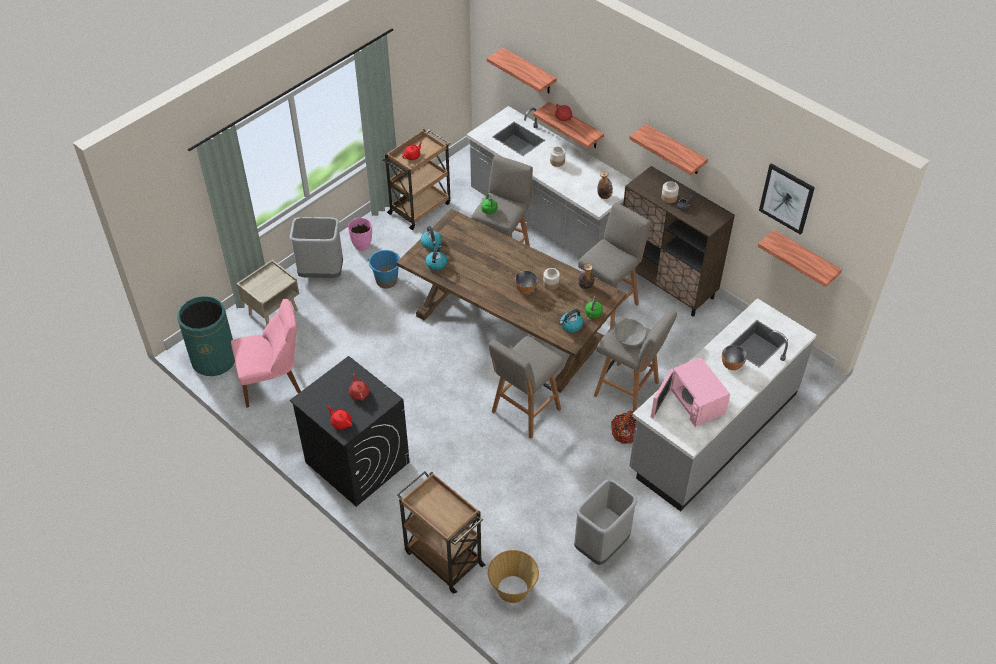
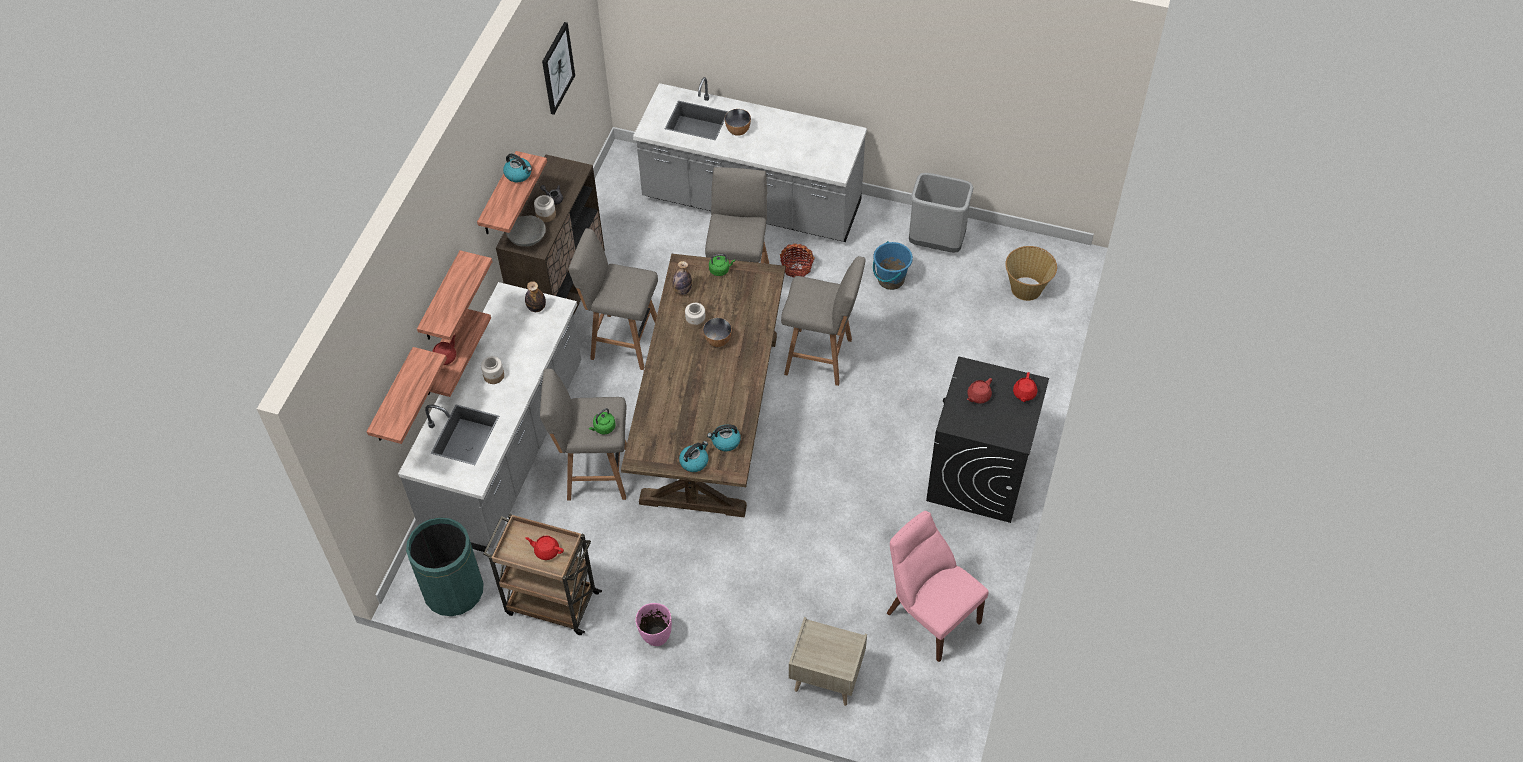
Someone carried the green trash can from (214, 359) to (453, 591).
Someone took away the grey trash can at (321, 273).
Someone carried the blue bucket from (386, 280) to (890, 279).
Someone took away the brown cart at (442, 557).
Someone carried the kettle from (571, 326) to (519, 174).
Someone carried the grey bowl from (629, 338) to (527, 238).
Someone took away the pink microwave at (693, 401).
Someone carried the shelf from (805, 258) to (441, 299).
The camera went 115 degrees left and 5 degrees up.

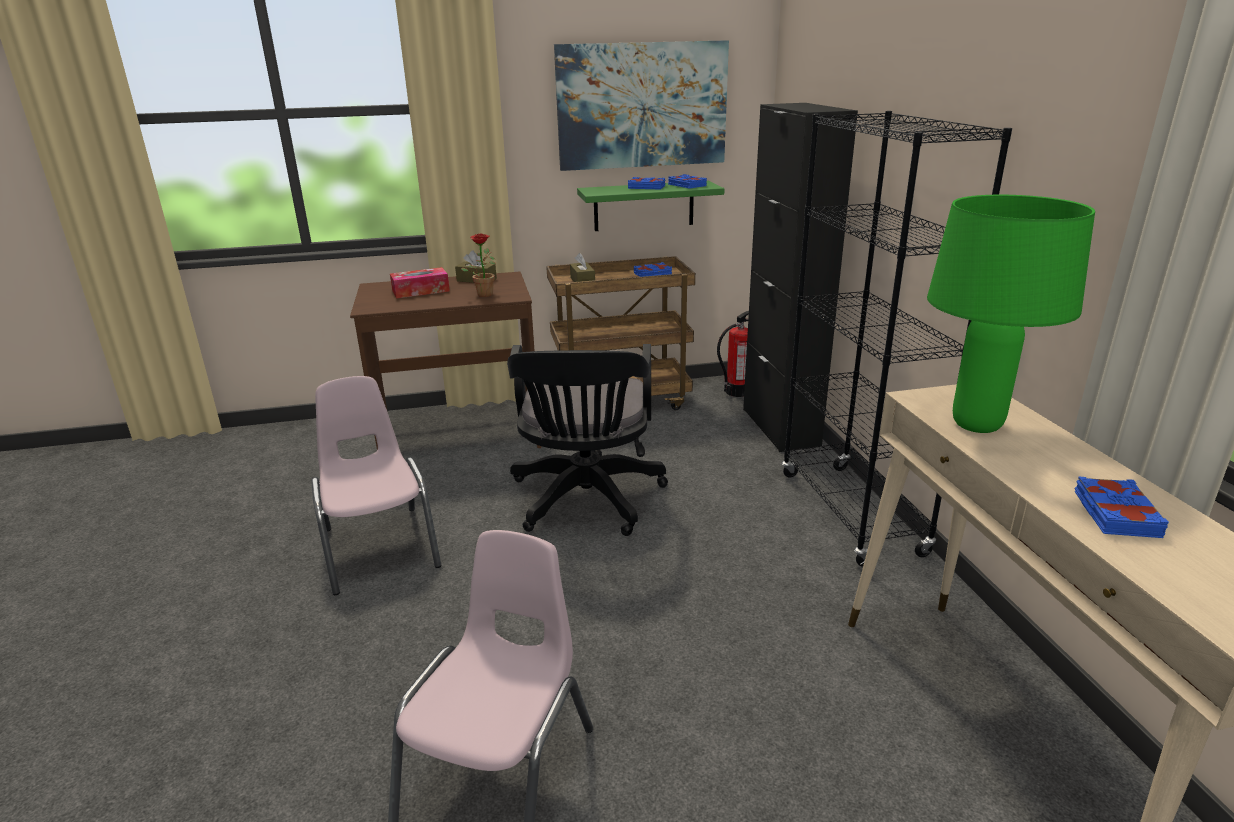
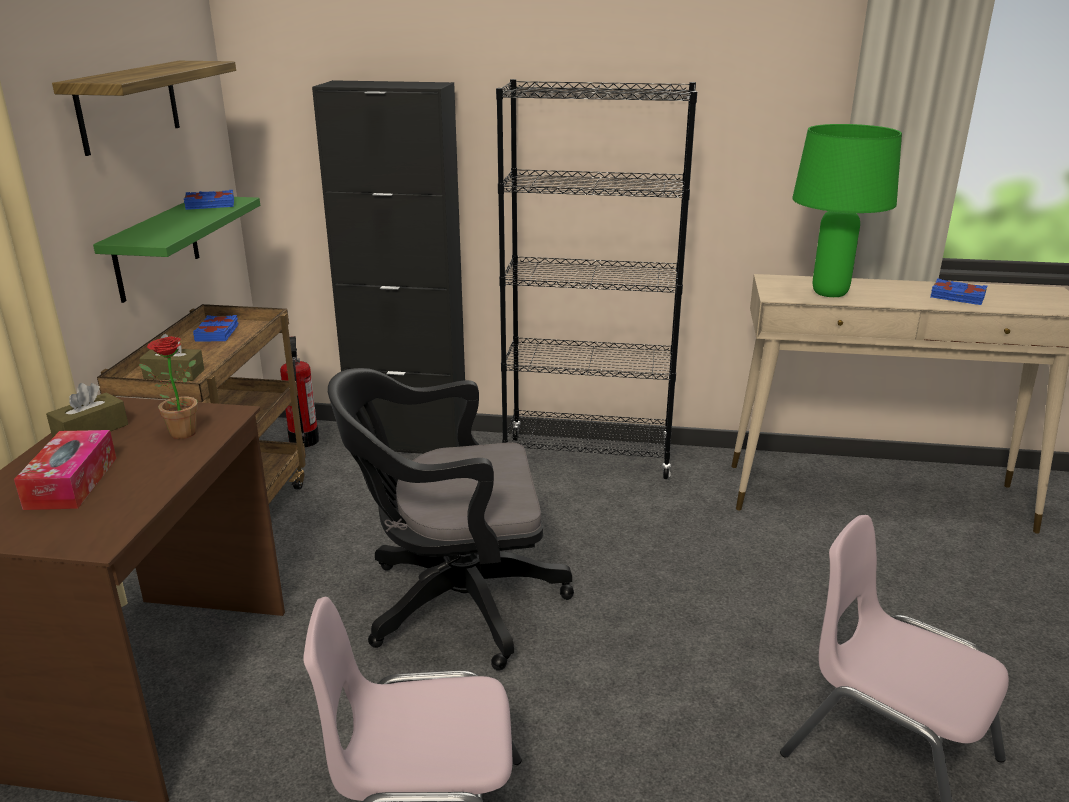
Someone rotated the black office chair at (586, 501) by 150 degrees clockwise.
Someone swapped the picture at (642, 105) for the shelf at (129, 105).
Someone took away the blue book at (646, 187).
The camera went 70 degrees left and 0 degrees up.

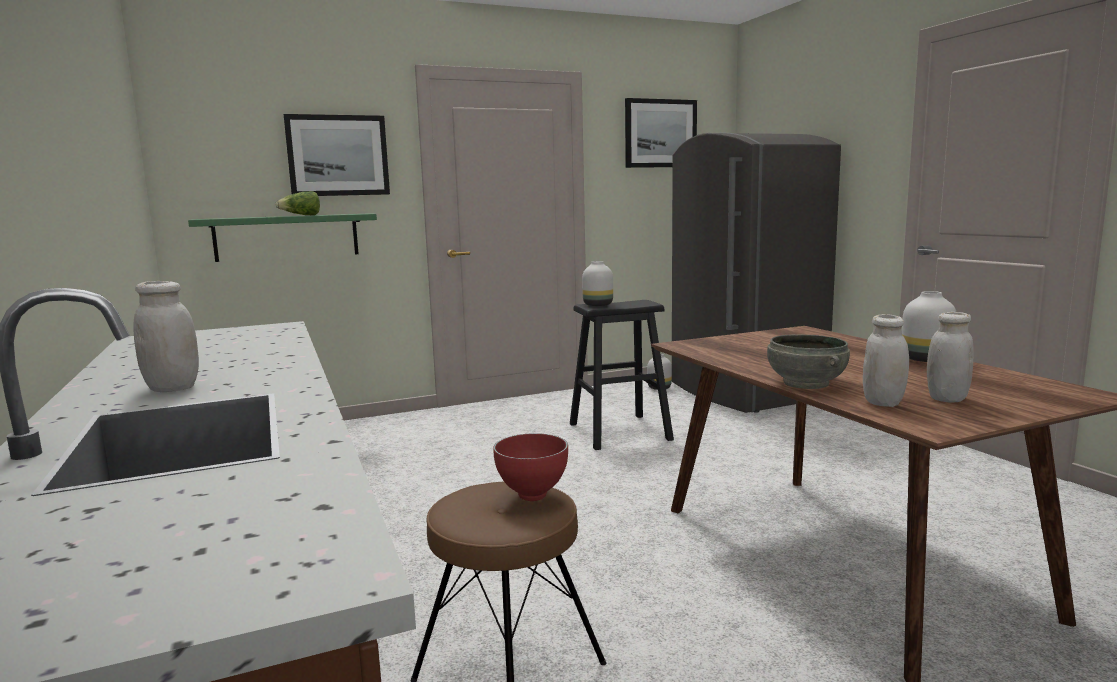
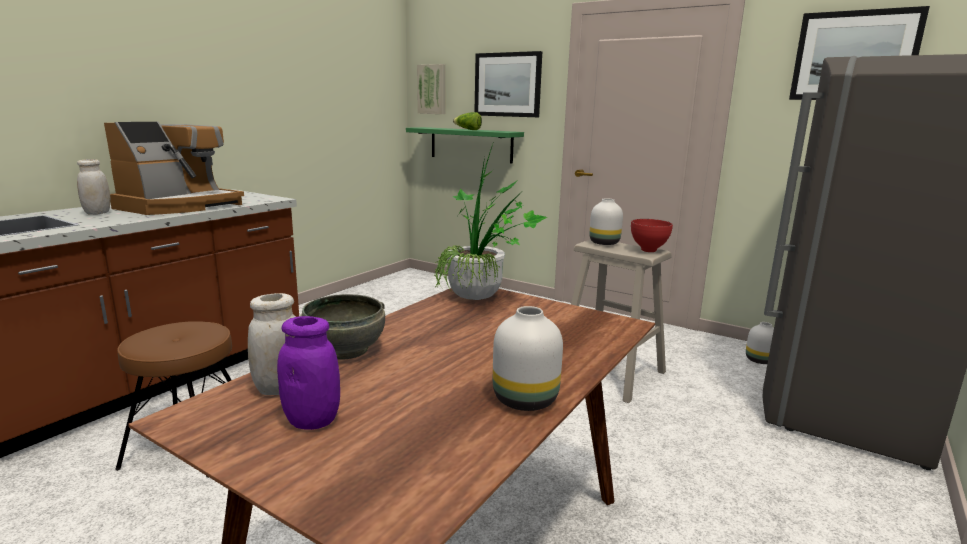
Someone carried the red bowl from (534, 496) to (649, 251).
Someone repainted the black stool at (619, 431), which became the beige stool at (610, 374).
Someone repainted the white jar at (946, 398), which became the purple jar at (312, 421).
Someone put down the coffee machine at (180, 206).
Someone put up the picture at (432, 89).
Someone put down the potted plant at (481, 300).
The camera went 55 degrees right and 5 degrees up.

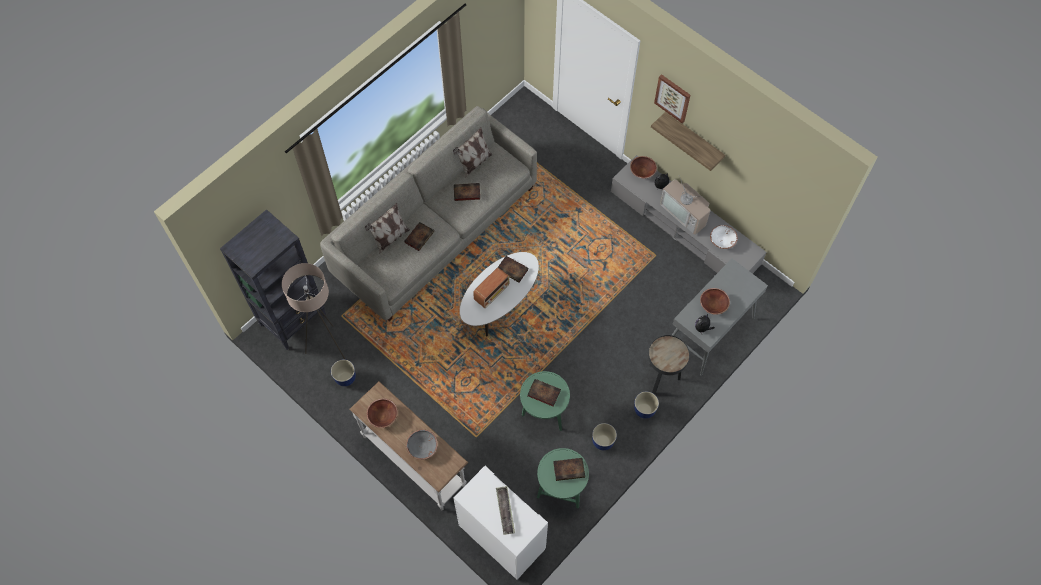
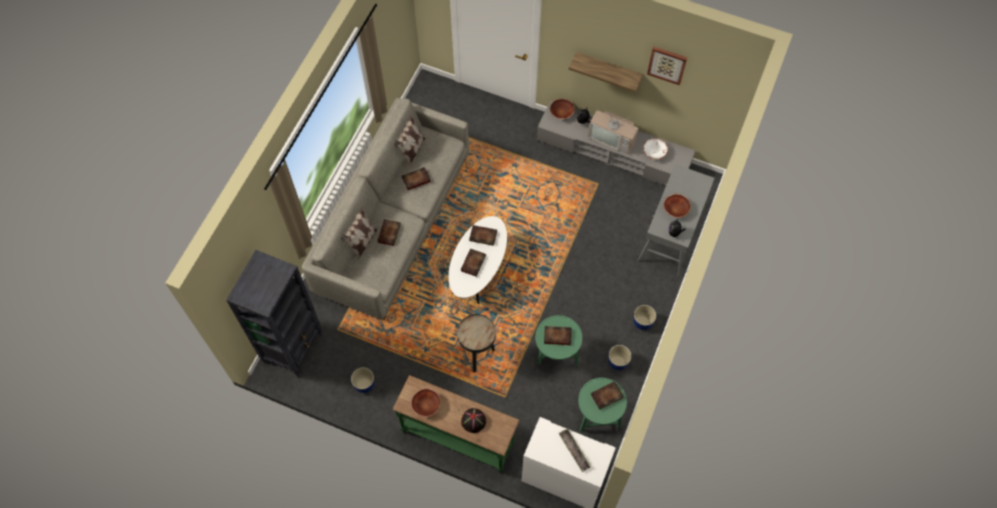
Someone took away the beige floor lamp at (328, 346).
Someone repainted the white console table at (415, 460), which became the green console table at (458, 437).
Someone swapped the grey bowl at (422, 447) for the black hat at (473, 421).
Someone swapped the radio at (492, 293) for the book at (473, 262).
Someone carried the black side table from (661, 379) to (477, 355).
Someone carried the picture from (673, 98) to (667, 64).
The camera went 20 degrees left and 0 degrees up.

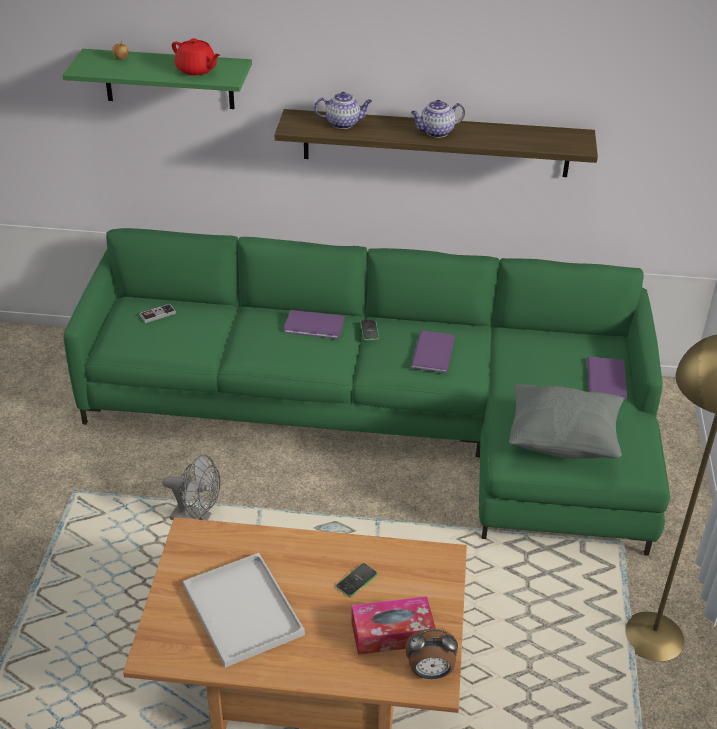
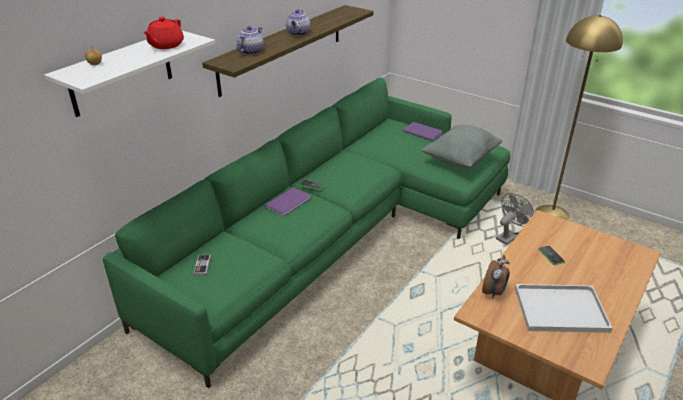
Someone repainted the green shelf at (169, 79), which became the white shelf at (121, 73).
Someone carried the grey fan from (197, 519) to (509, 236).
Someone rotated the red teapot at (196, 70) by 135 degrees clockwise.
Someone took away the tissue box at (392, 633).
Someone carried the alarm clock from (430, 672) to (494, 292).
Someone took away the purple book at (435, 352).
The camera went 60 degrees left and 5 degrees down.

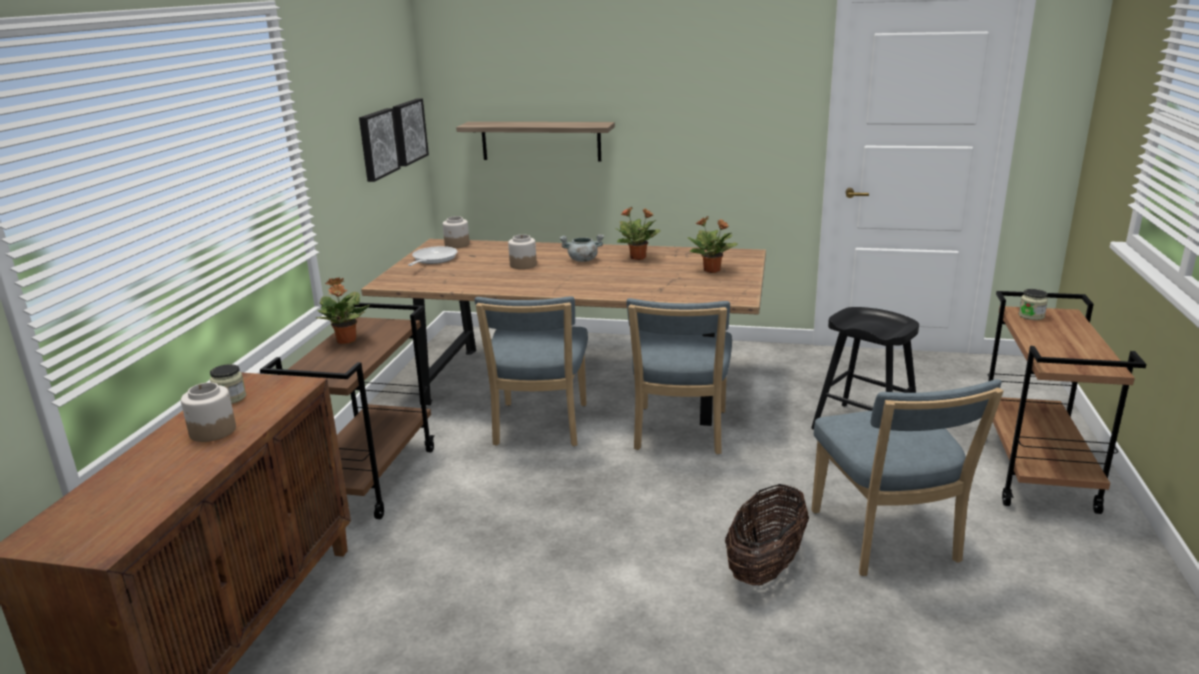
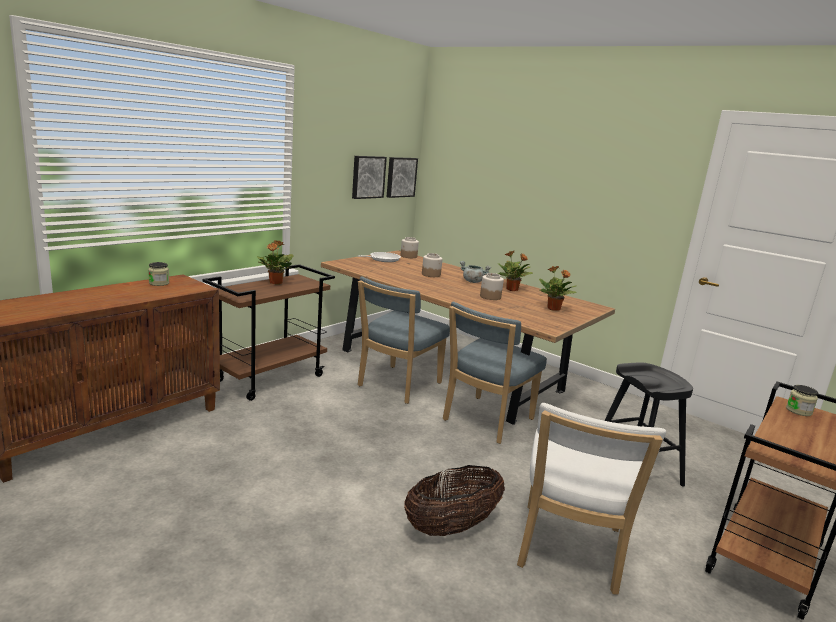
Someone carried the jar from (212, 431) to (490, 297).
Someone took away the shelf at (541, 141).
Someone repainted the blue chair at (887, 540), which became the white chair at (568, 551).
The camera went 25 degrees right and 5 degrees down.

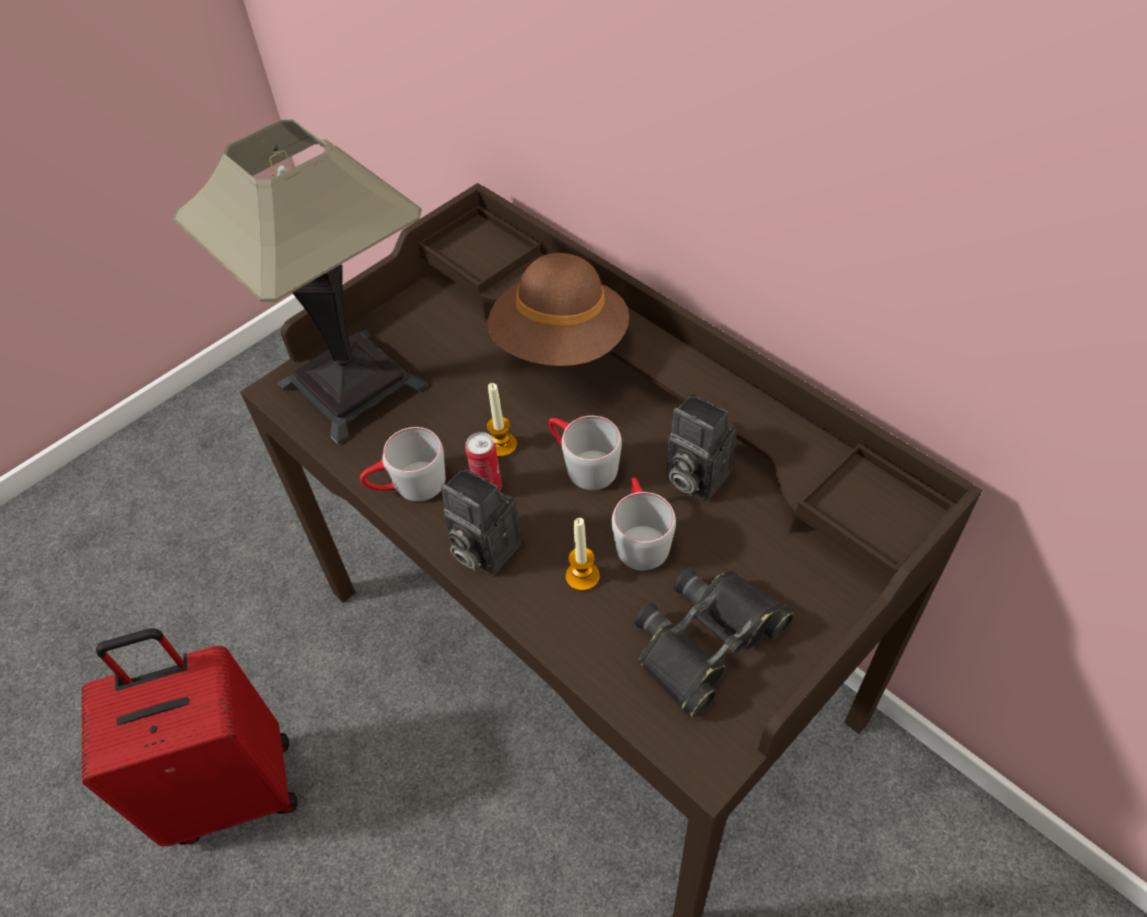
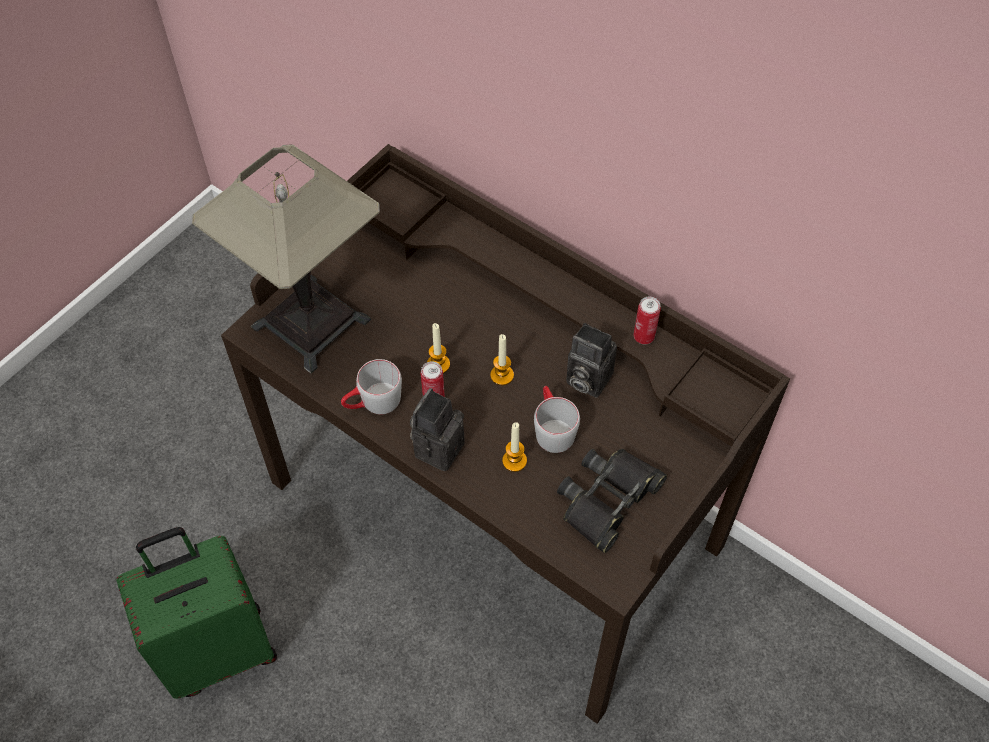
Someone repainted the red suitcase at (232, 788), which became the green suitcase at (219, 649).
Someone rotated the photo camera at (482, 549) by 90 degrees clockwise.
Someone took away the brown hat at (560, 344).
Someone swapped the grey mug at (582, 464) for the candle at (502, 375).
Someone put down the can at (643, 337).
The camera went 10 degrees left and 5 degrees up.

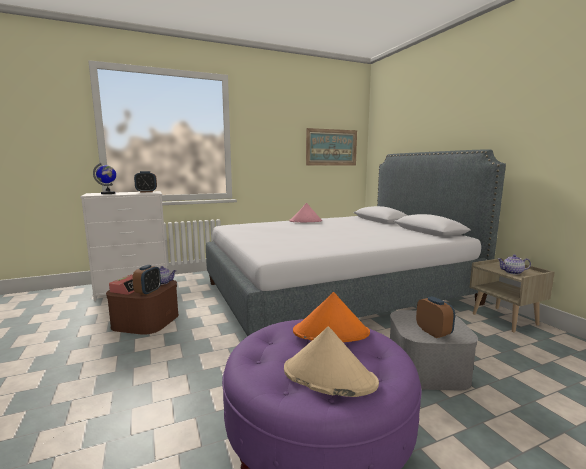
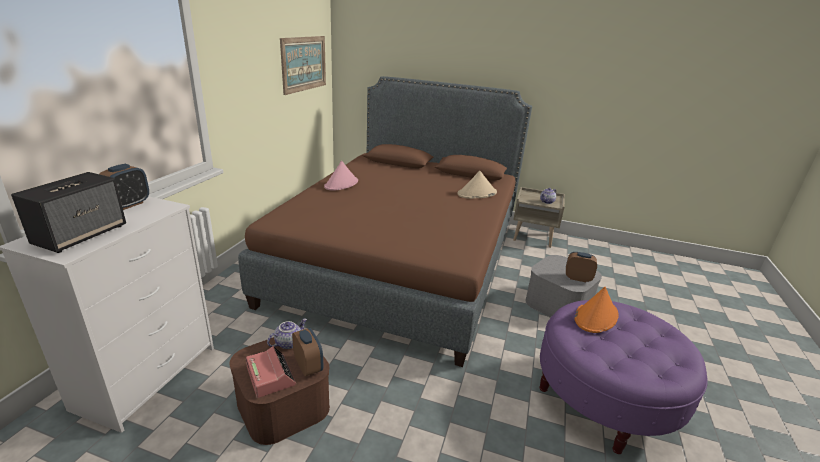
Someone swapped the globe at (108, 193) for the speaker at (81, 235).
Someone repainted the grey bed at (337, 293), which became the brown bed at (402, 259).
Someone carried the beige hat from (328, 376) to (477, 193).
The camera went 50 degrees left and 15 degrees up.

